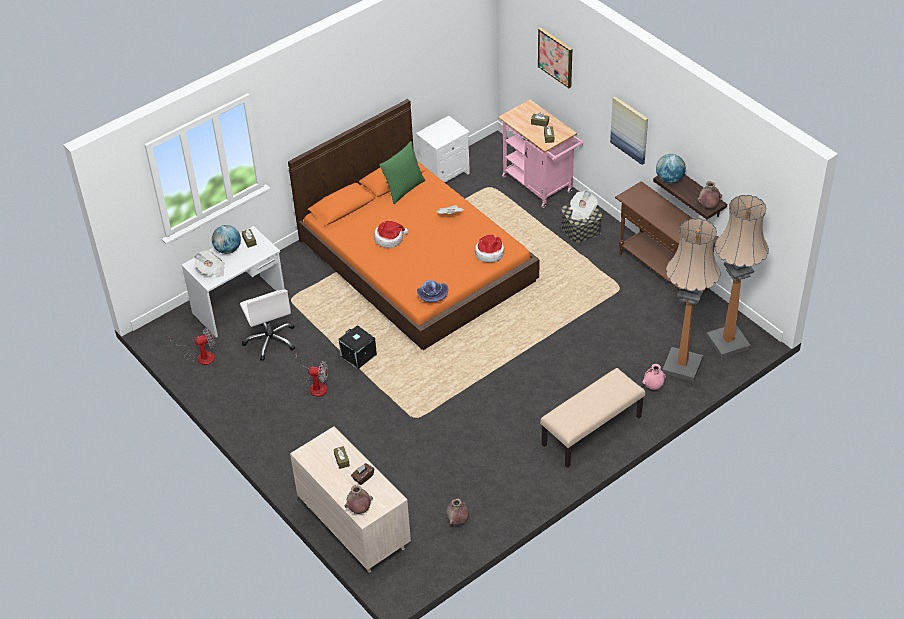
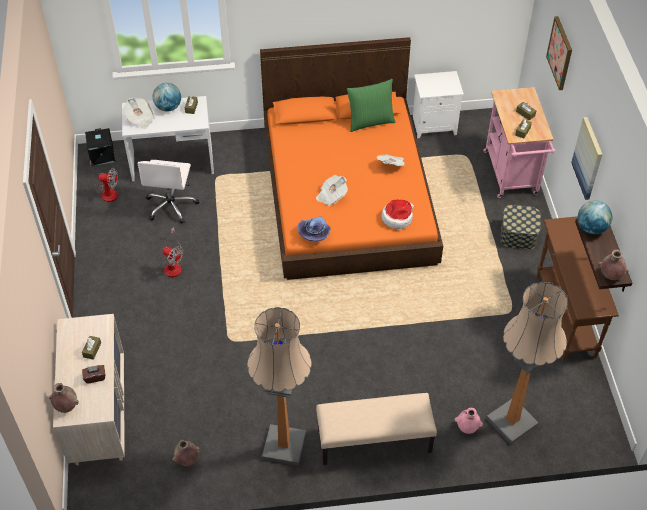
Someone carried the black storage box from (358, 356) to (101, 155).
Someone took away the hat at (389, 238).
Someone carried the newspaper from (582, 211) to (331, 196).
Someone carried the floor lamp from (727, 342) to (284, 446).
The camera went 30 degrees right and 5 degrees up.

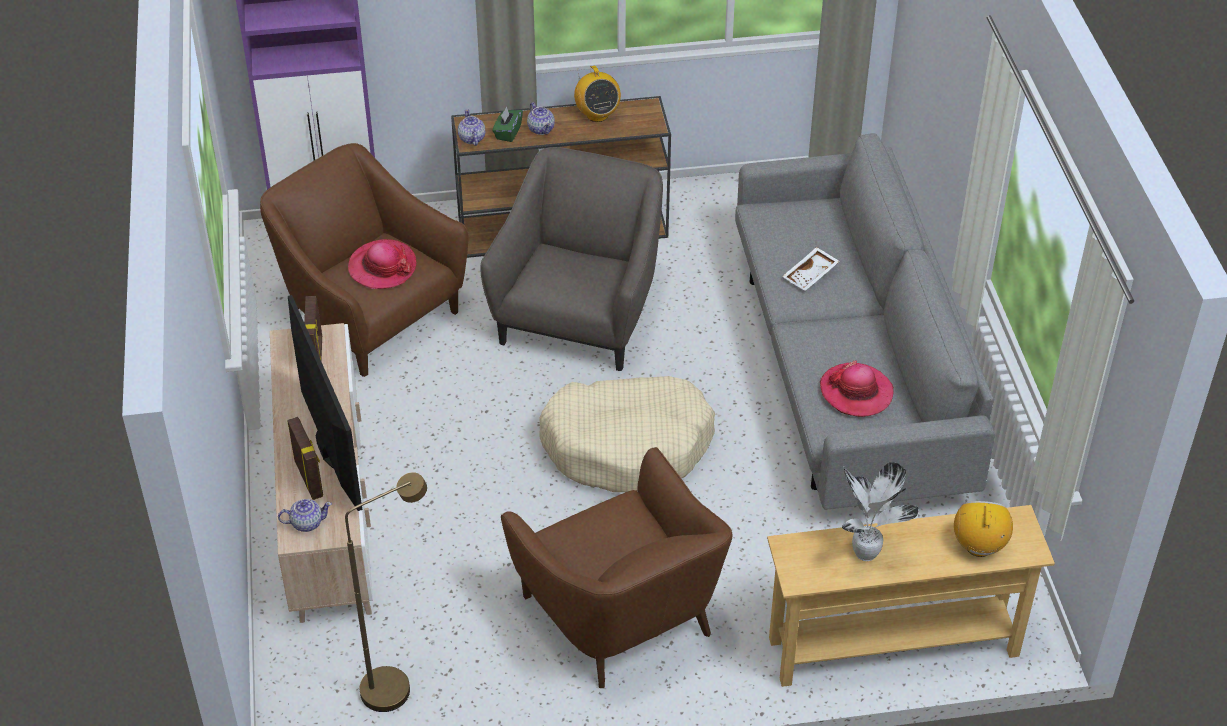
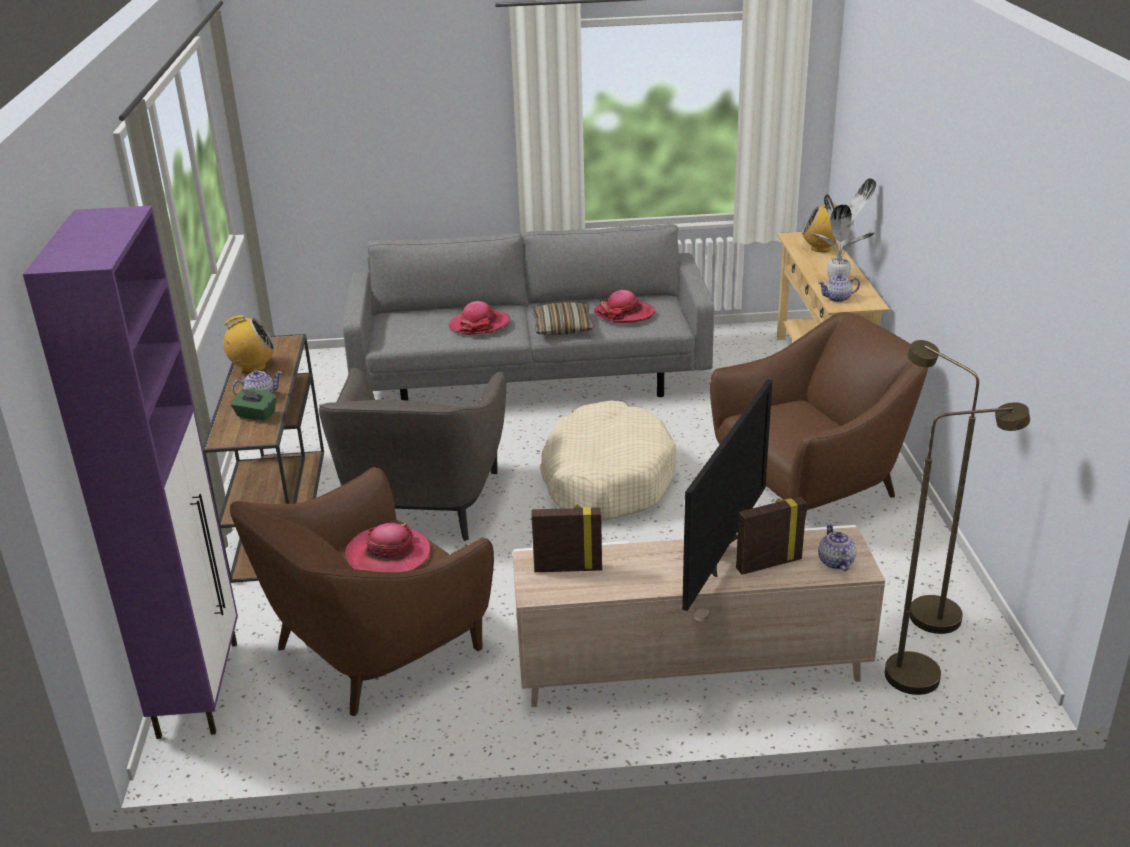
Someone rotated the television at (327, 449) by 135 degrees clockwise.
Someone carried the teapot from (471, 139) to (838, 298).
Someone rotated the grey armchair at (579, 316) by 105 degrees counterclockwise.
Someone swapped the white tray at (811, 275) for the hat at (479, 325).
Someone put down the pillow at (562, 327).
Someone put down the brown floor lamp at (926, 673).
The camera went 85 degrees left and 15 degrees down.

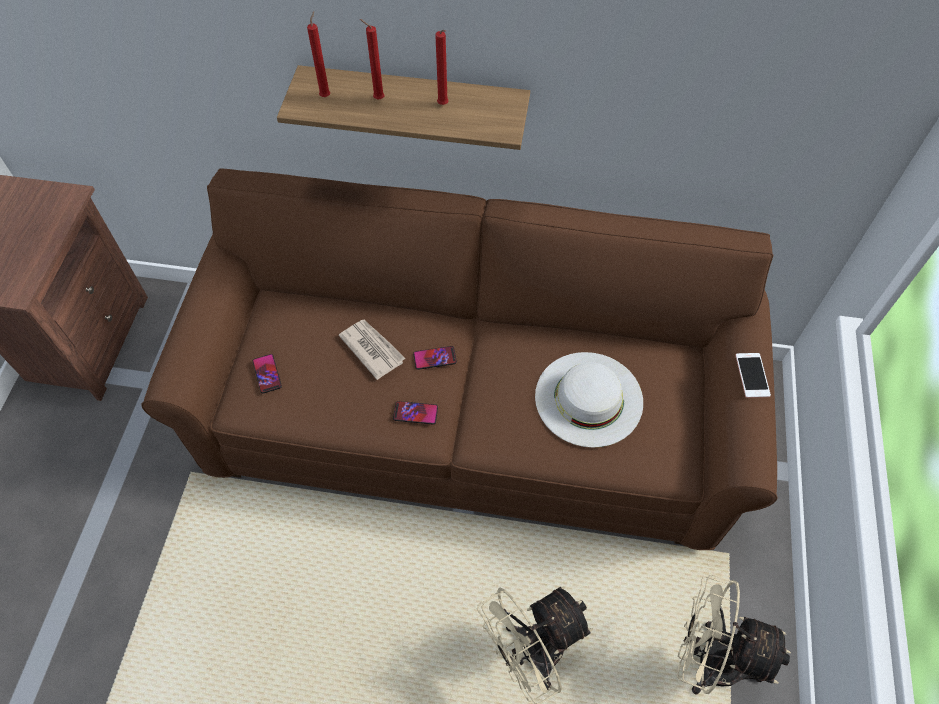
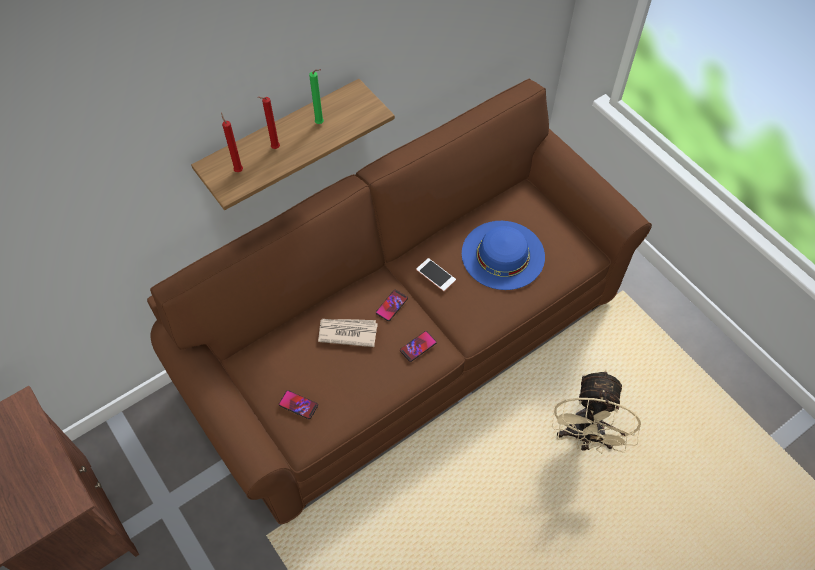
Someone repainted the red candle at (443, 105), which became the green candle at (321, 123).
Someone repainted the white hat at (588, 398), which became the blue hat at (503, 255).
Someone took away the beige fan at (707, 659).
Someone carried the phone from (752, 375) to (435, 275).
The camera went 45 degrees left and 0 degrees up.

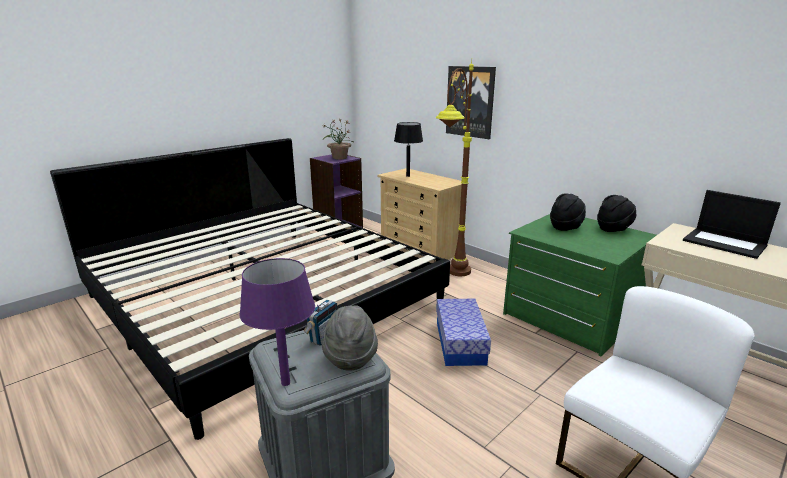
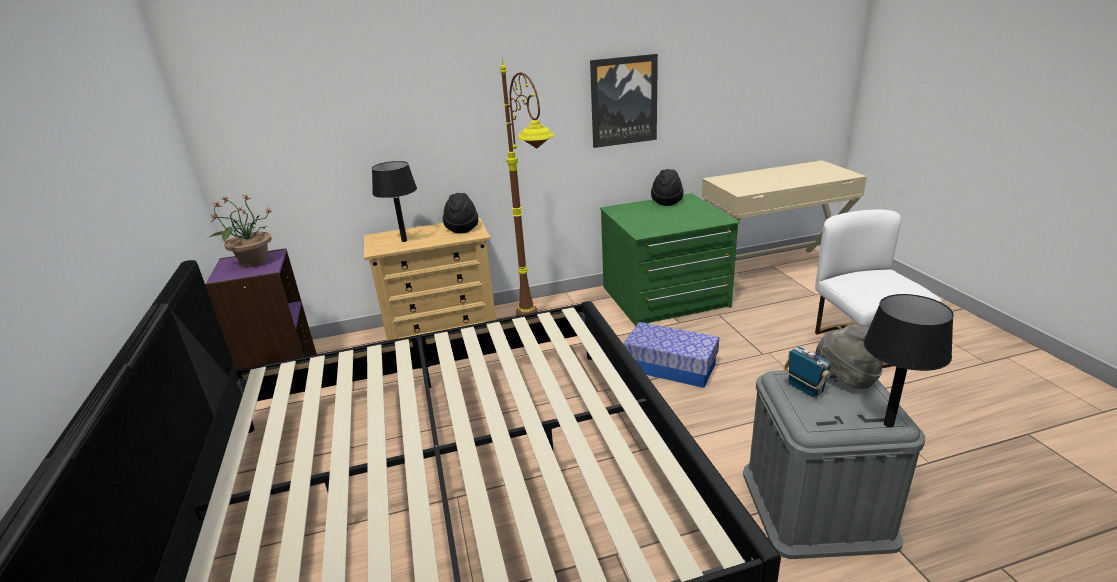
Someone repainted the purple table lamp at (286, 383), which became the black table lamp at (888, 424).
Someone carried the picture from (470, 102) to (623, 101).
Someone carried the black hat from (566, 227) to (462, 228).
Someone took away the laptop at (725, 243).
The camera went 60 degrees left and 5 degrees up.

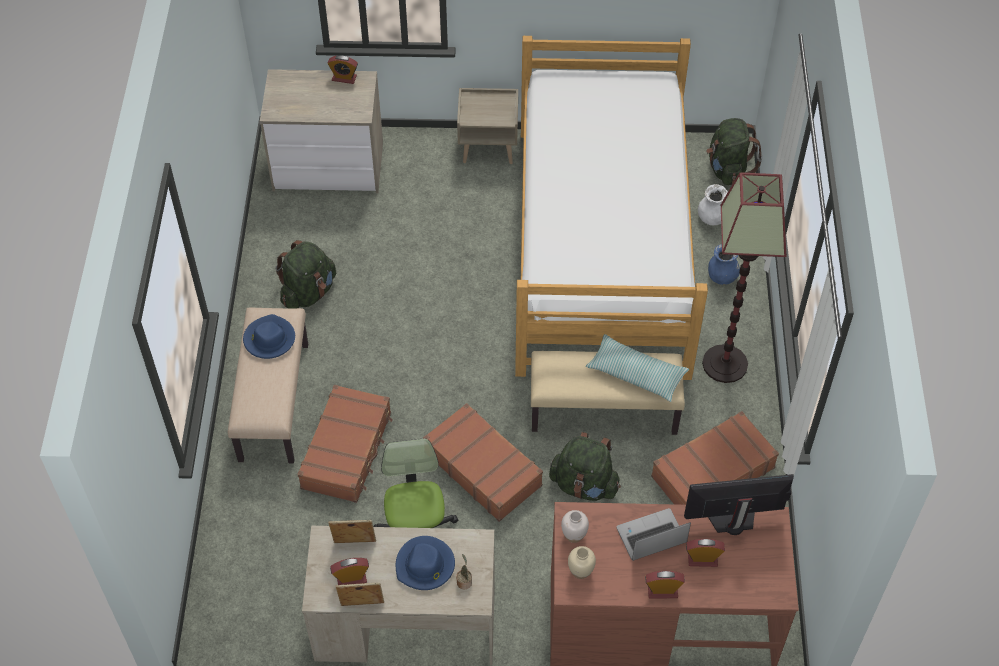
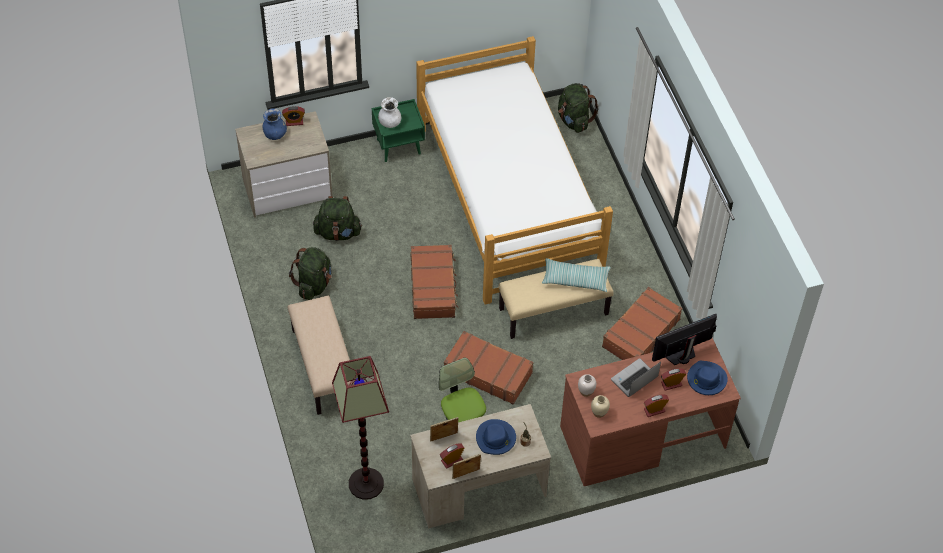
Someone carried the blue hat from (269, 339) to (706, 379).
Someone carried the brown suitcase from (347, 450) to (433, 287).
Someone repainted the beige nightstand at (489, 148), which became the green nightstand at (399, 146).
Someone carried the green backpack from (584, 485) to (338, 232).
Someone carried the white vase from (711, 218) to (390, 123).
Someone carried the floor lamp from (724, 364) to (366, 484).
Someone carried the blue vase from (721, 277) to (274, 134).
The camera went 20 degrees left and 0 degrees up.

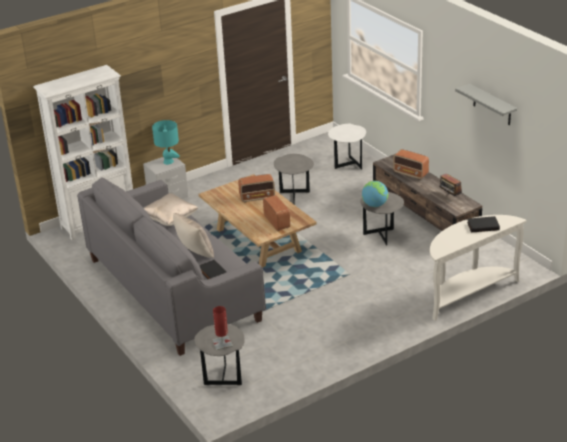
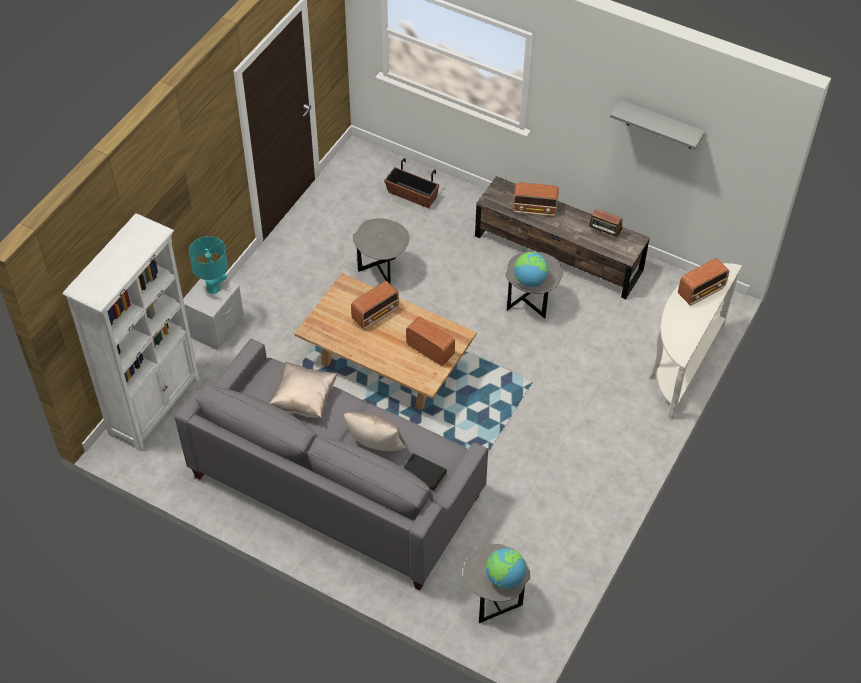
Someone swapped the red table lamp at (222, 343) for the globe at (504, 578).
Someone swapped the white side table at (347, 165) for the planter at (412, 195).
Someone swapped the black book at (483, 225) for the radio at (701, 291).
The camera went 30 degrees left and 20 degrees up.

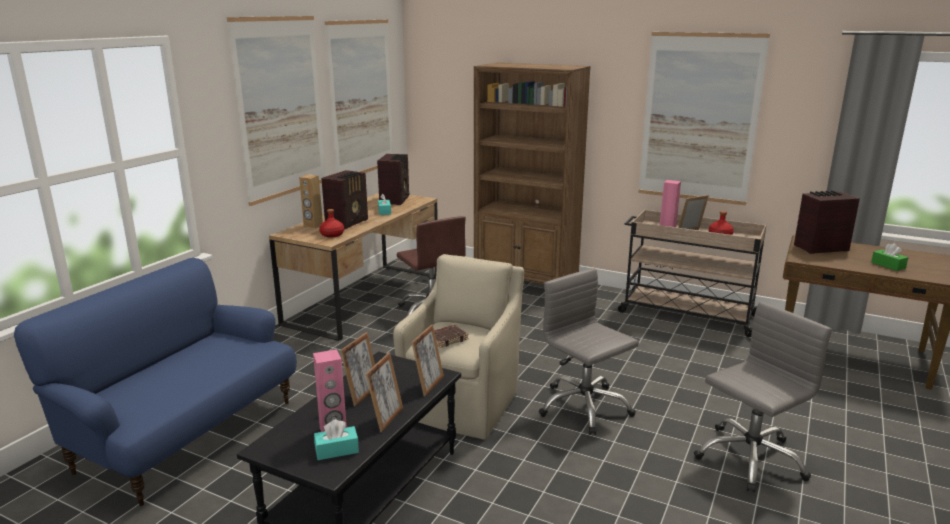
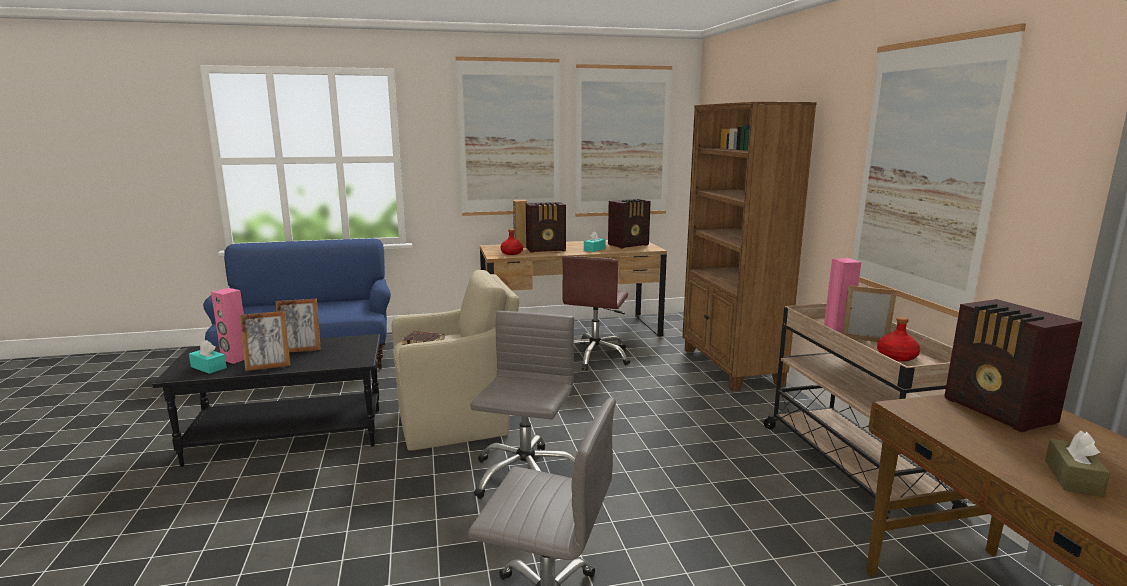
Someone took away the picture frame at (429, 385).
Someone rotated the radio at (819, 248) by 150 degrees counterclockwise.
Someone repainted the green tissue box at (888, 265), which became the brown tissue box at (1072, 478).
The camera went 50 degrees right and 5 degrees down.

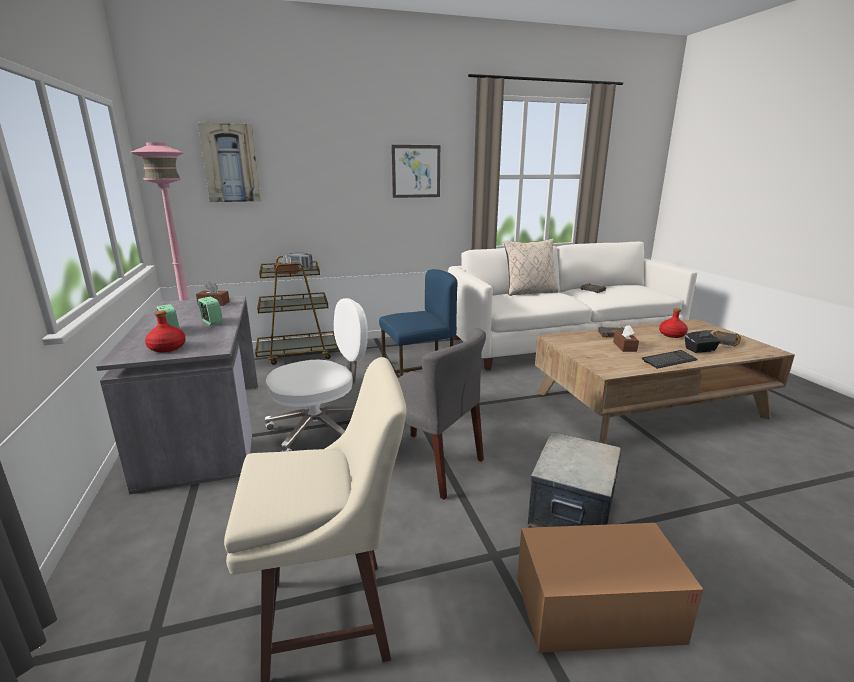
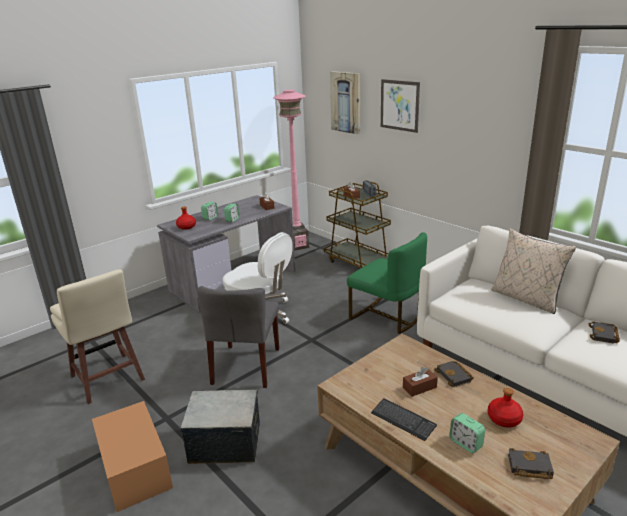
Someone repainted the blue chair at (418, 369), which became the green chair at (387, 317).
Someone carried the picture from (416, 171) to (399, 105).
Someone swapped the black tissue box at (700, 350) for the alarm clock at (465, 443).
The camera went 65 degrees right and 5 degrees up.

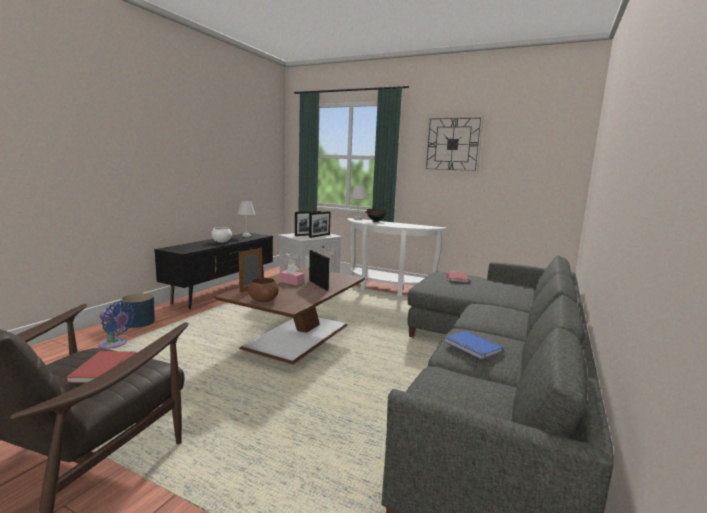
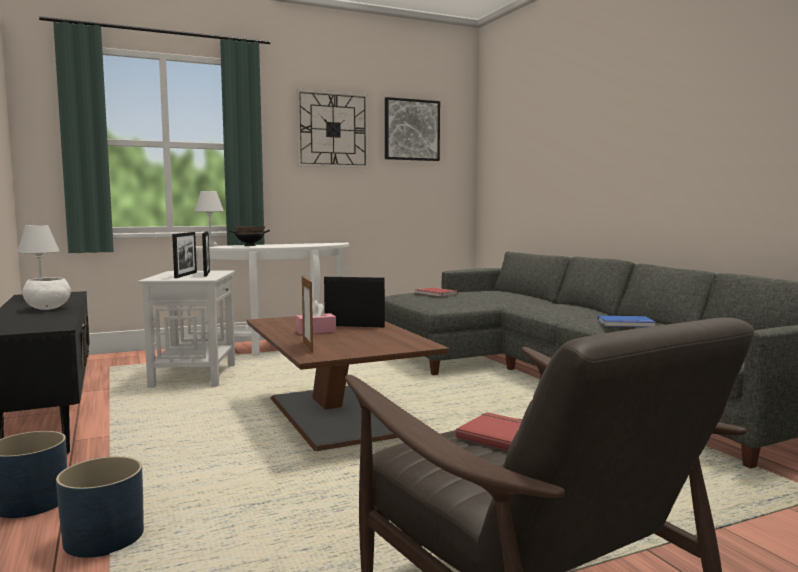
Someone swapped the blue fan at (115, 344) for the blue planter at (103, 537).
Someone took away the brown bowl at (263, 300).
Someone put up the picture at (411, 130).
The camera went 50 degrees left and 5 degrees down.

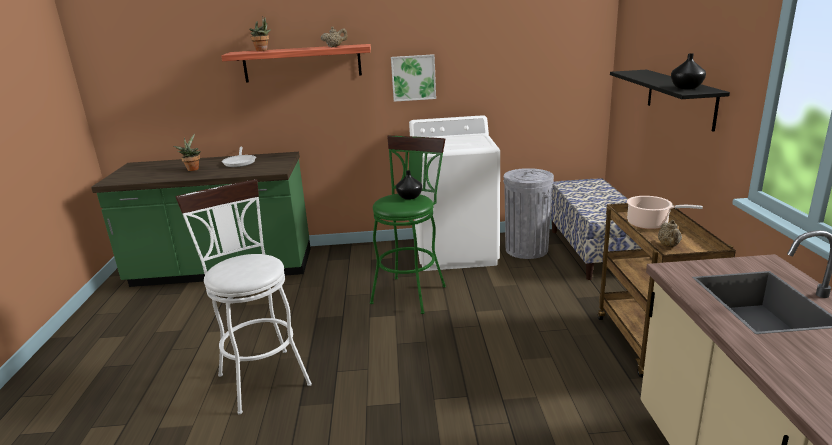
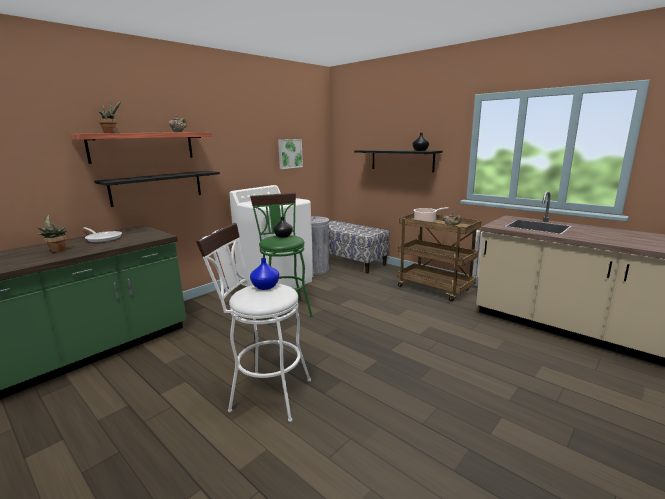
Someone carried the picture from (413, 77) to (289, 153).
Someone put up the black shelf at (157, 187).
Someone put down the blue vase at (265, 286).
The camera went 45 degrees left and 5 degrees down.

